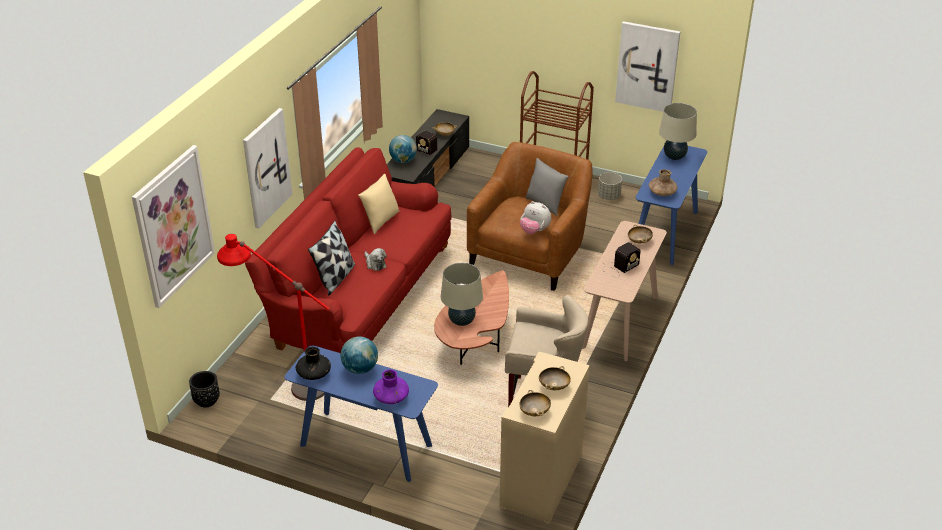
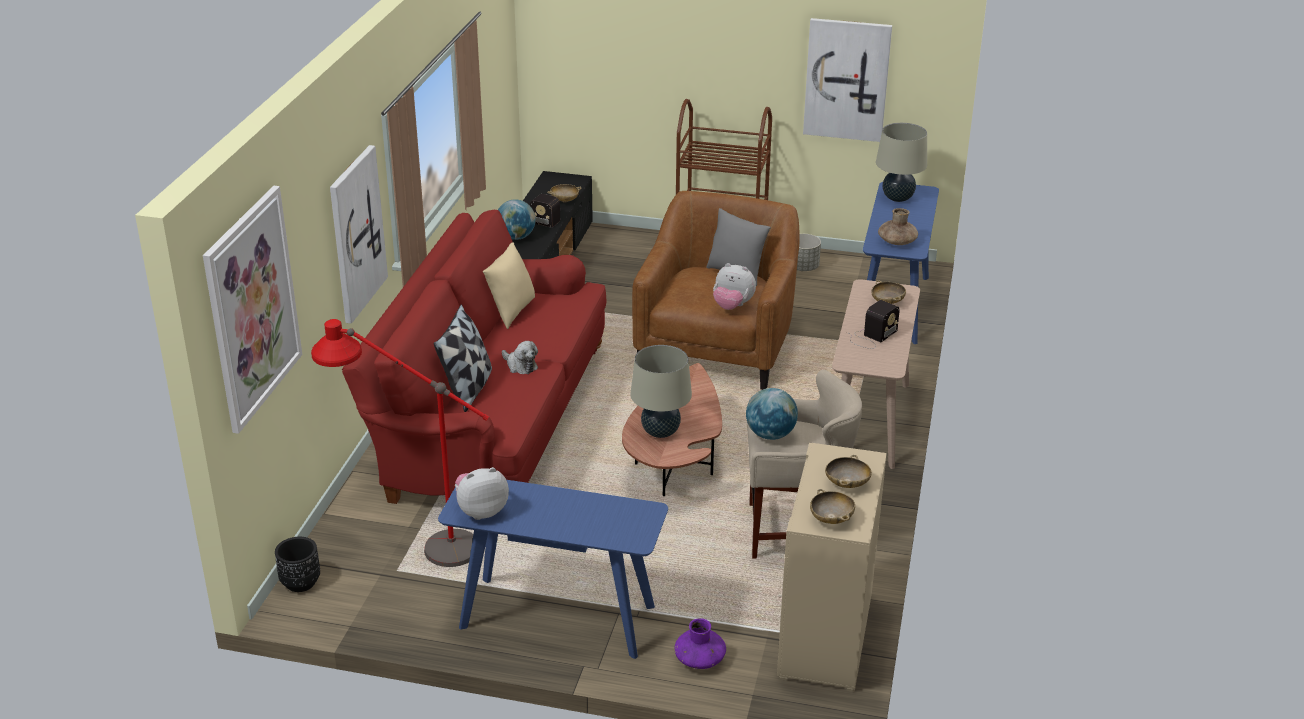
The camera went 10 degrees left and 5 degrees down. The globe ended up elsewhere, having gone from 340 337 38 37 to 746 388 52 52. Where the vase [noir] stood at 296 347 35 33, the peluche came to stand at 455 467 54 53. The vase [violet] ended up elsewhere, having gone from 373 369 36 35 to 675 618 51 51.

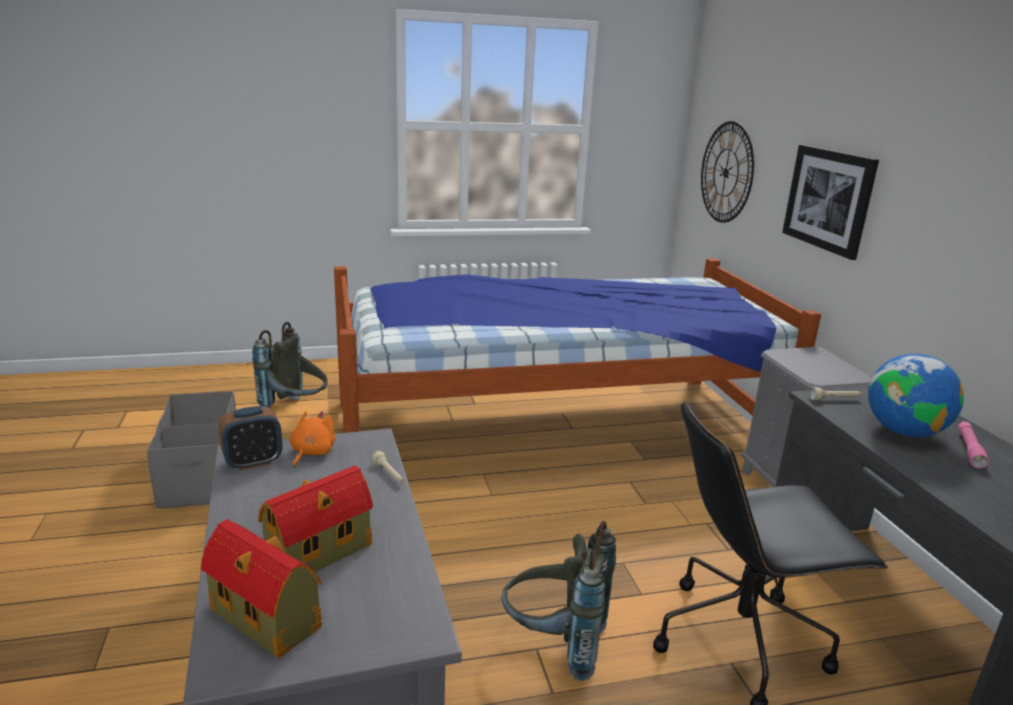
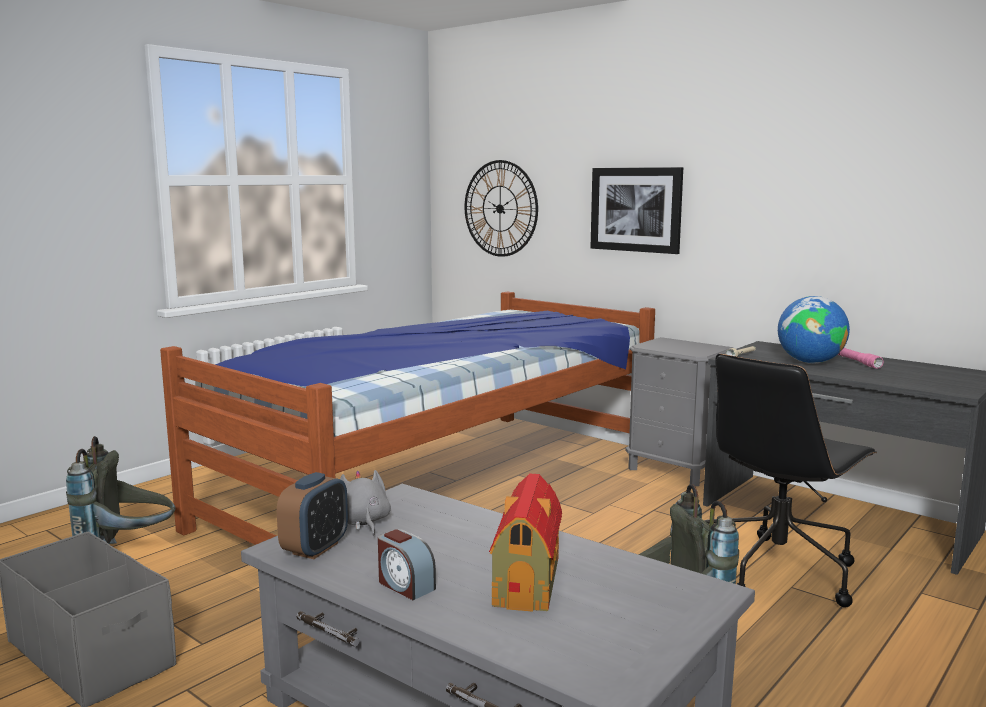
The camera went 35 degrees left and 10 degrees down. What was the peluche [orange] at 289 411 47 56 turned into the peluche [gris] at 340 470 51 66. The second view lost the lampe de poche [beige] at 372 451 32 32. The second view lost the maison miniature at 201 519 121 139. The second view gained the réveil at 378 529 58 71.

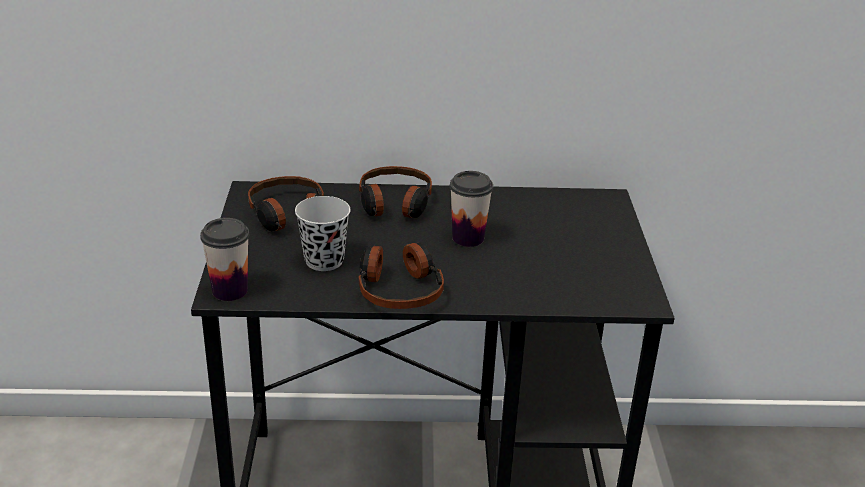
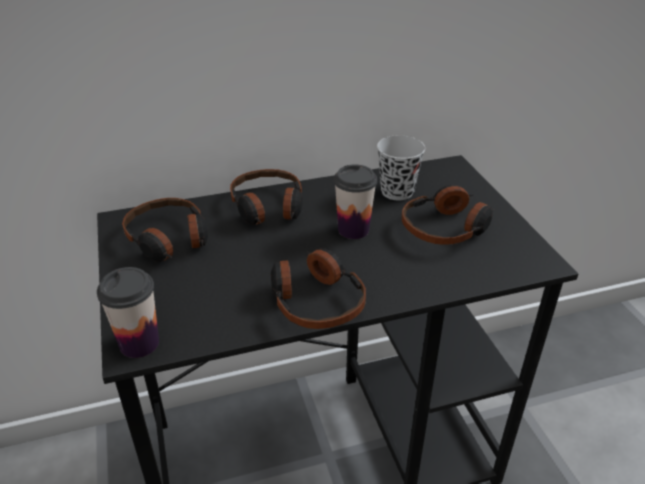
The camera went 15 degrees left and 5 degrees up. The tasse [noir] ended up elsewhere, having gone from 295 196 56 75 to 377 135 48 66. The second view gained the casque audio at 402 185 93 60.

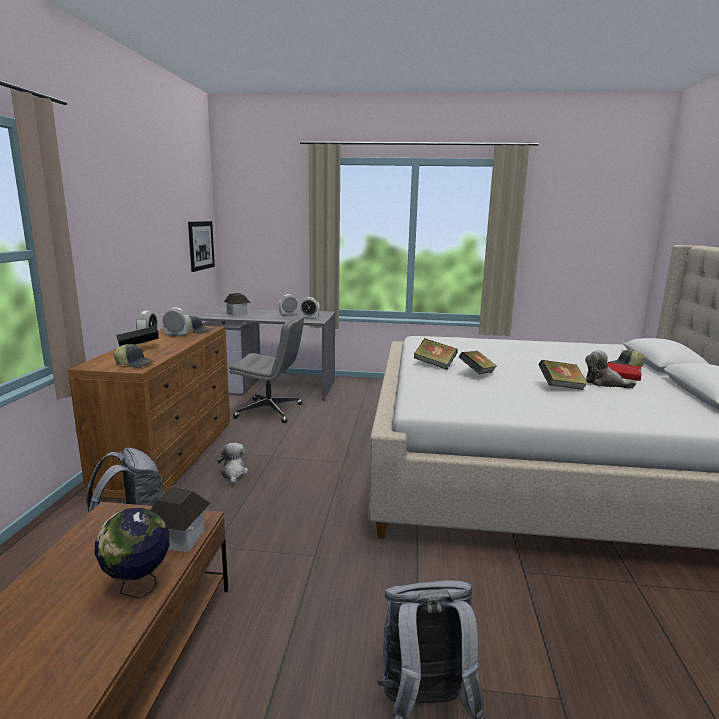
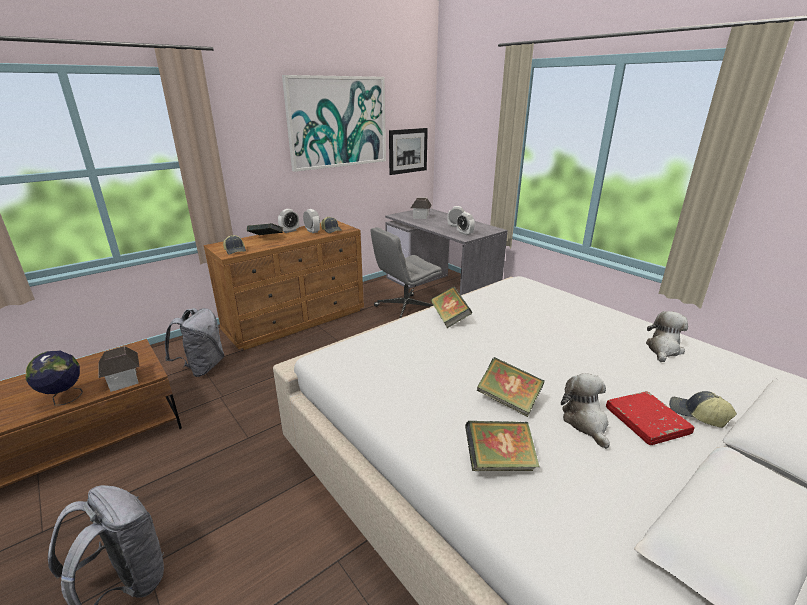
The camera went 45 degrees right and 10 degrees up. The chaise de bureau [gris] at 229 316 75 107 ended up facing another way, 90 degrees clockwise from before. The livre ended up elsewhere, having gone from 459 351 38 23 to 465 421 75 50. The peluche ended up elsewhere, having gone from 218 443 30 42 to 646 311 42 51. The second view gained the tableau at 282 75 104 97.

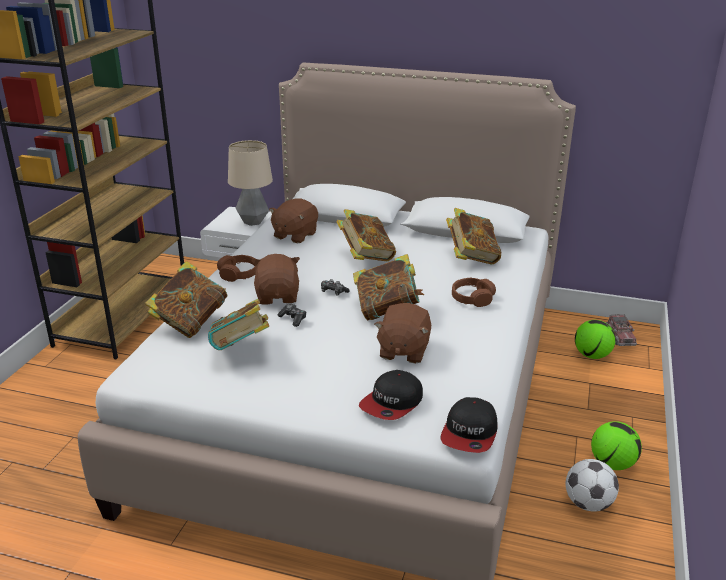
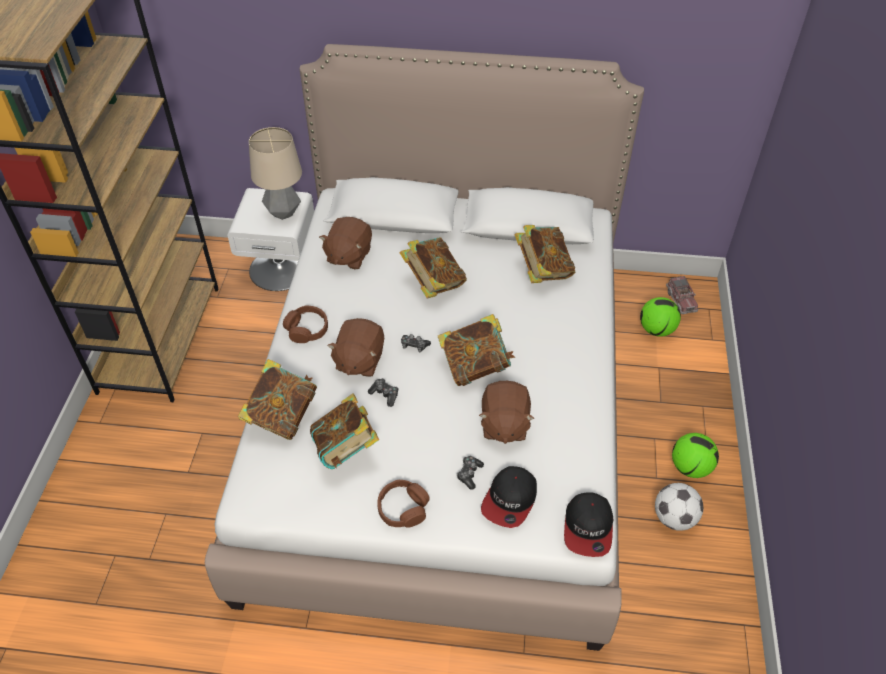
The camera went 10 degrees left and 20 degrees up. The peluche [marron] at 252 254 48 51 ended up facing another way, 150 degrees counterclockwise from before. The casque audio [marron] ended up elsewhere, having gone from 452 278 44 29 to 377 479 53 49. The second view gained the manette at 457 456 27 34.

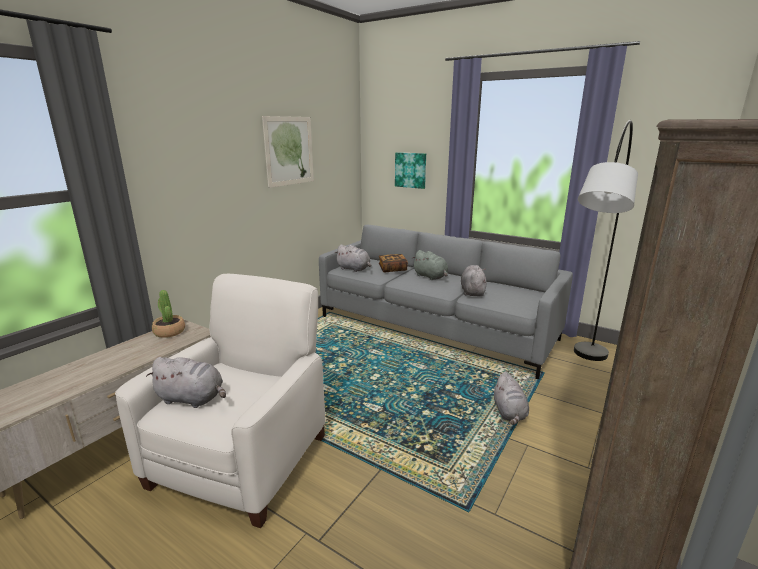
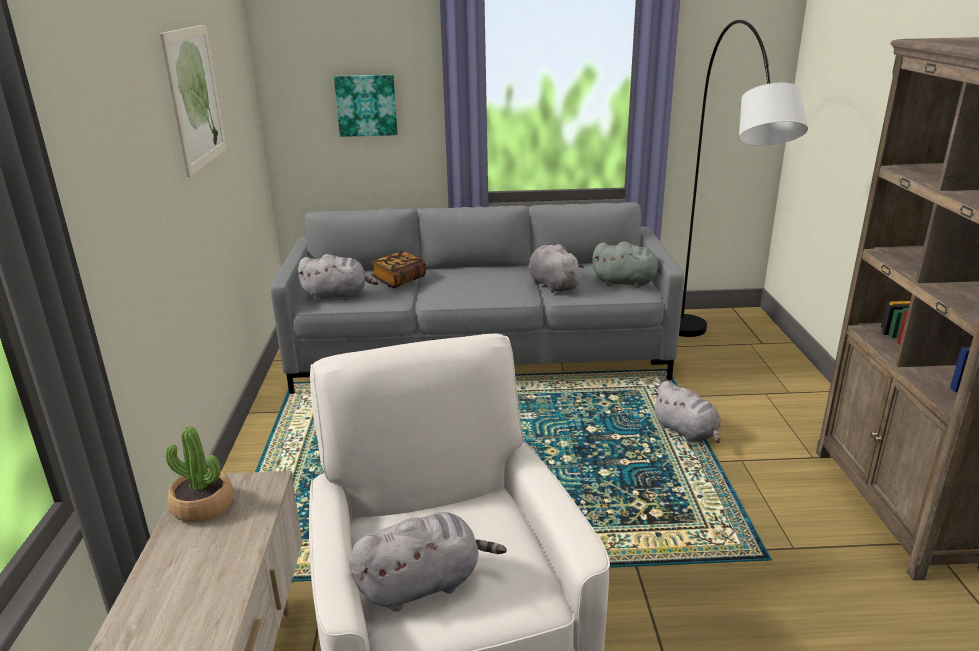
The camera went 35 degrees left and 5 degrees up. The peluche [gris] ended up elsewhere, having gone from 412 250 36 30 to 592 242 70 46.

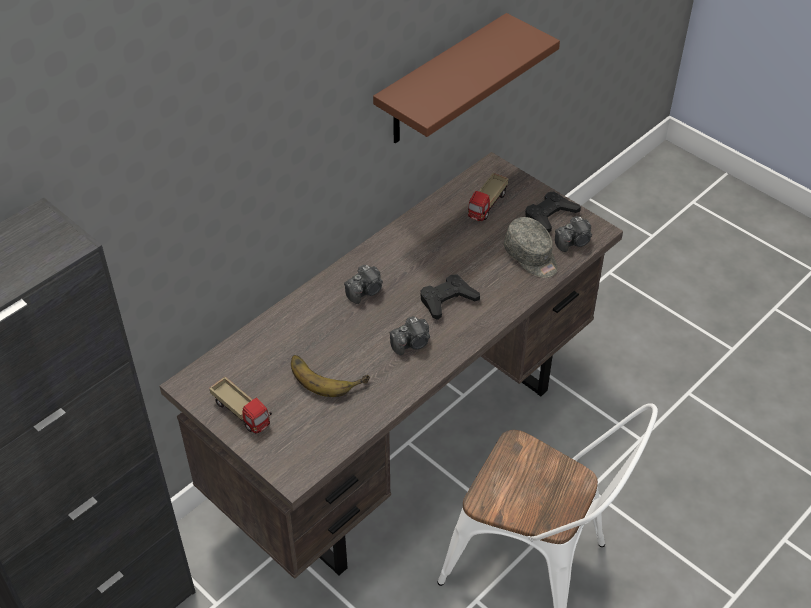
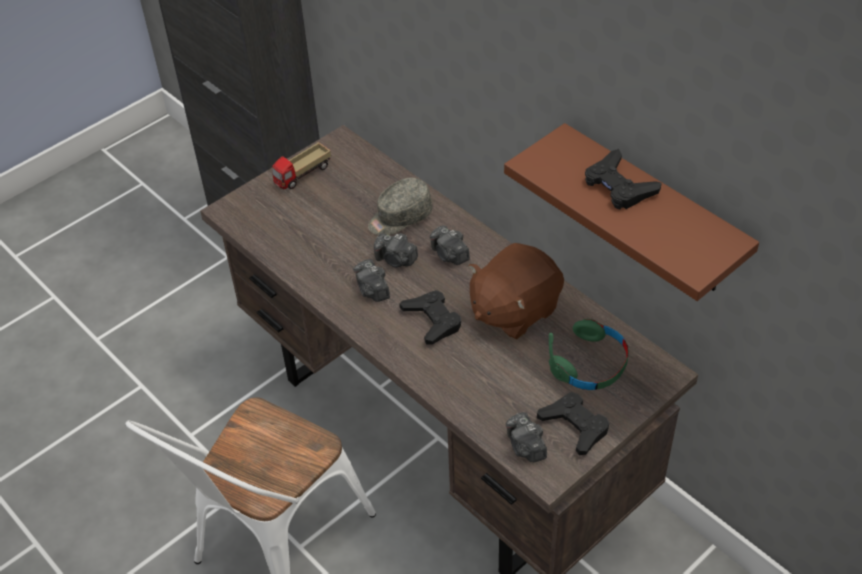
The camera went 95 degrees right and 0 degrees up. Where the camion jouet stood at 468 173 41 48, the casque audio [vert] came to stand at 549 318 80 72. The casquette [gris] ended up elsewhere, having gone from 504 217 54 61 to 368 178 65 57. The second view lost the banane at 291 355 79 42. The second view gained the manette [noir] at 585 149 77 61. The second view gained the appareil photo at 374 234 44 33. The second view gained the peluche [marron] at 468 243 96 96.

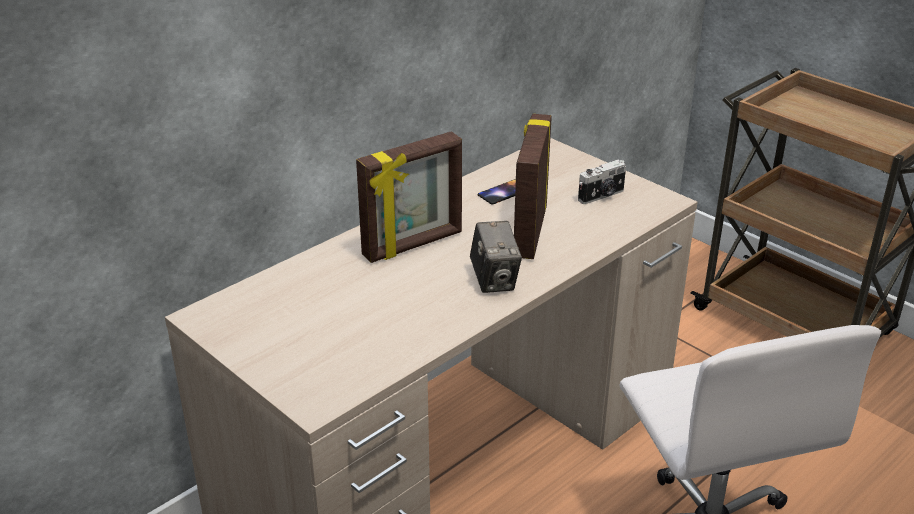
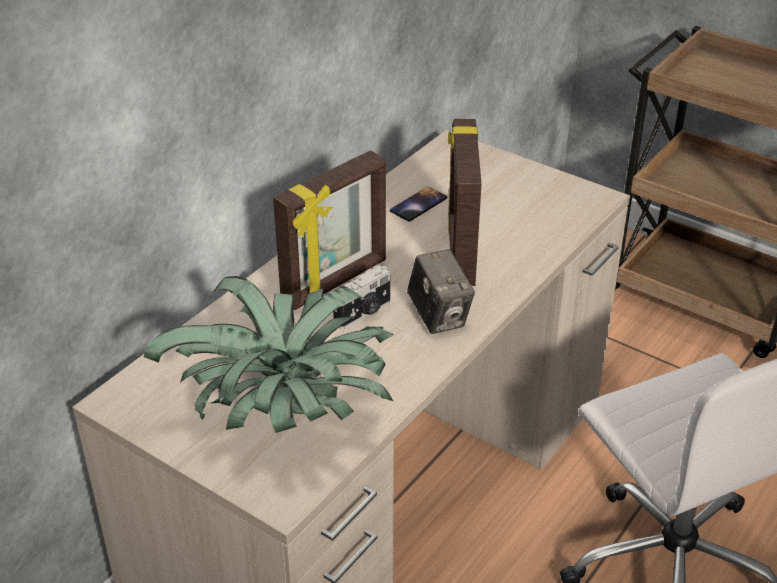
The camera went 10 degrees left and 5 degrees up. The appareil photo ended up elsewhere, having gone from 578 160 48 44 to 333 265 58 64. The second view gained the plante en pot at 144 276 250 157.

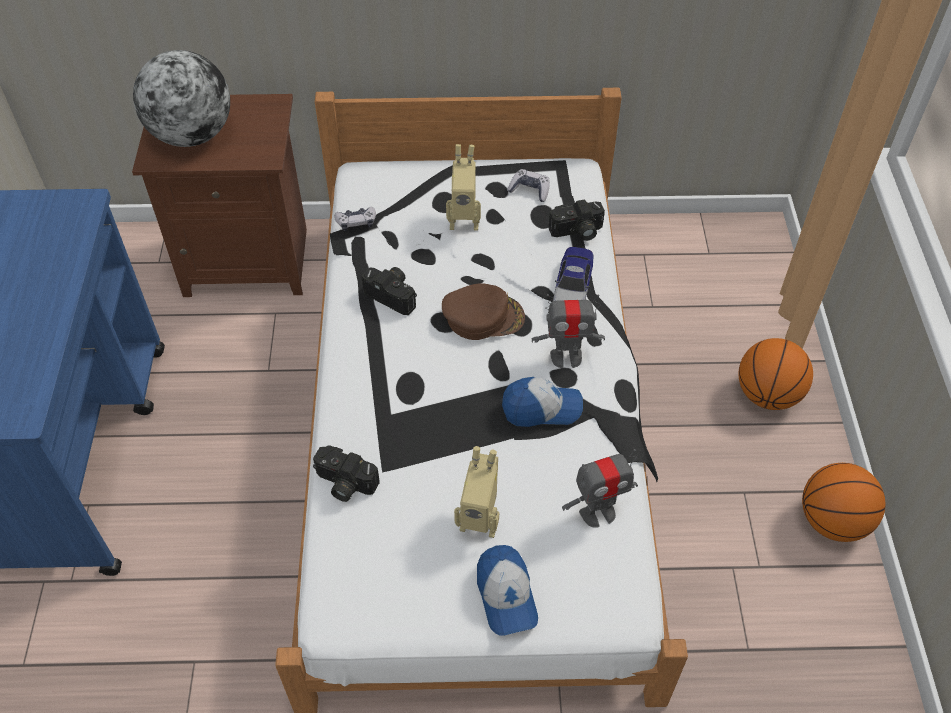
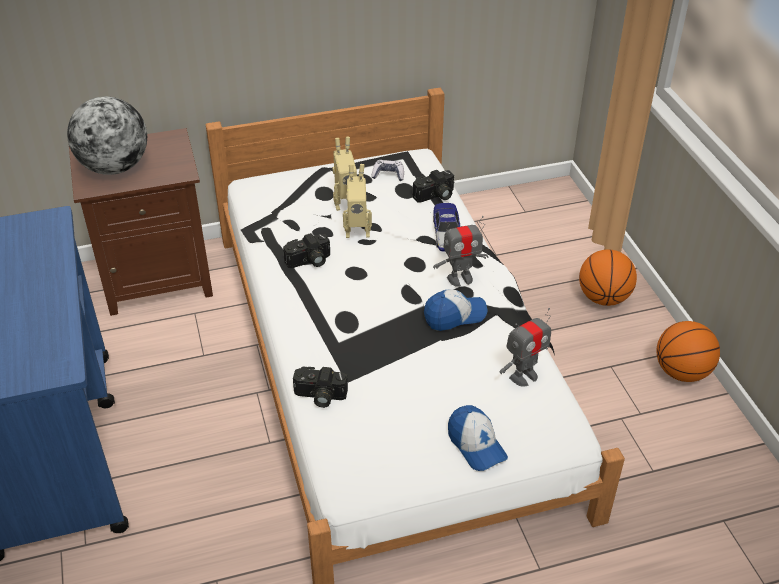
The camera went 15 degrees left and 10 degrees down. The second view lost the manette at 334 207 42 24. The appareil photo at 361 267 56 48 ended up facing another way, 135 degrees clockwise from before. The second view lost the casquette [marron] at 442 283 83 57. The robot jouet ended up elsewhere, having gone from 454 446 45 92 to 343 164 29 74.

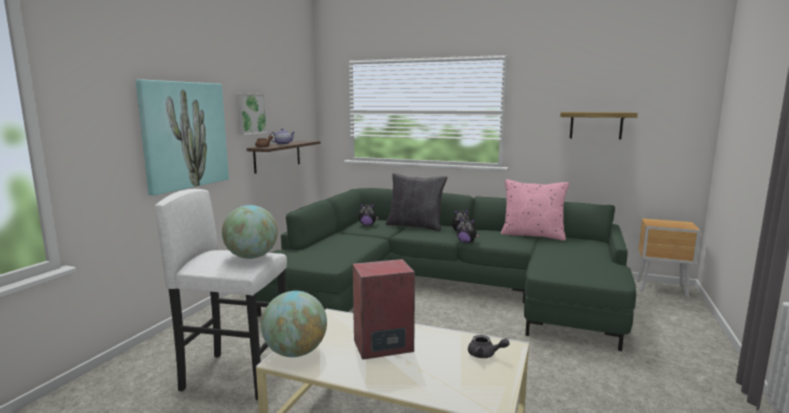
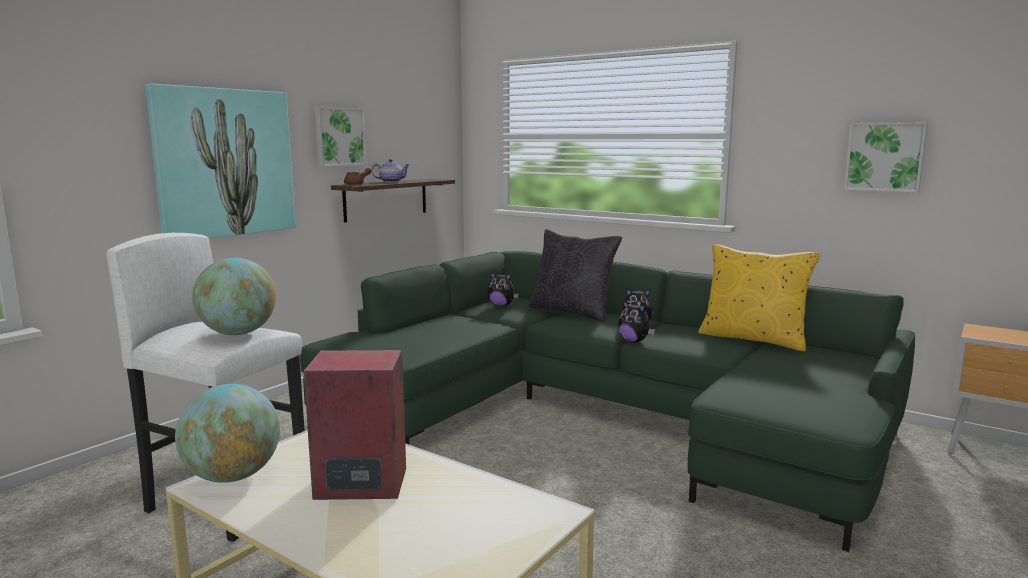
The camera went 15 degrees right and 0 degrees up. Where the étagère hung at 560 112 78 28, the tableau came to hang at 844 122 84 71. What was the coussin [rose] at 501 179 68 62 turned into the coussin [jaune] at 698 244 122 107. The second view lost the théière [gris] at 468 335 41 23.

